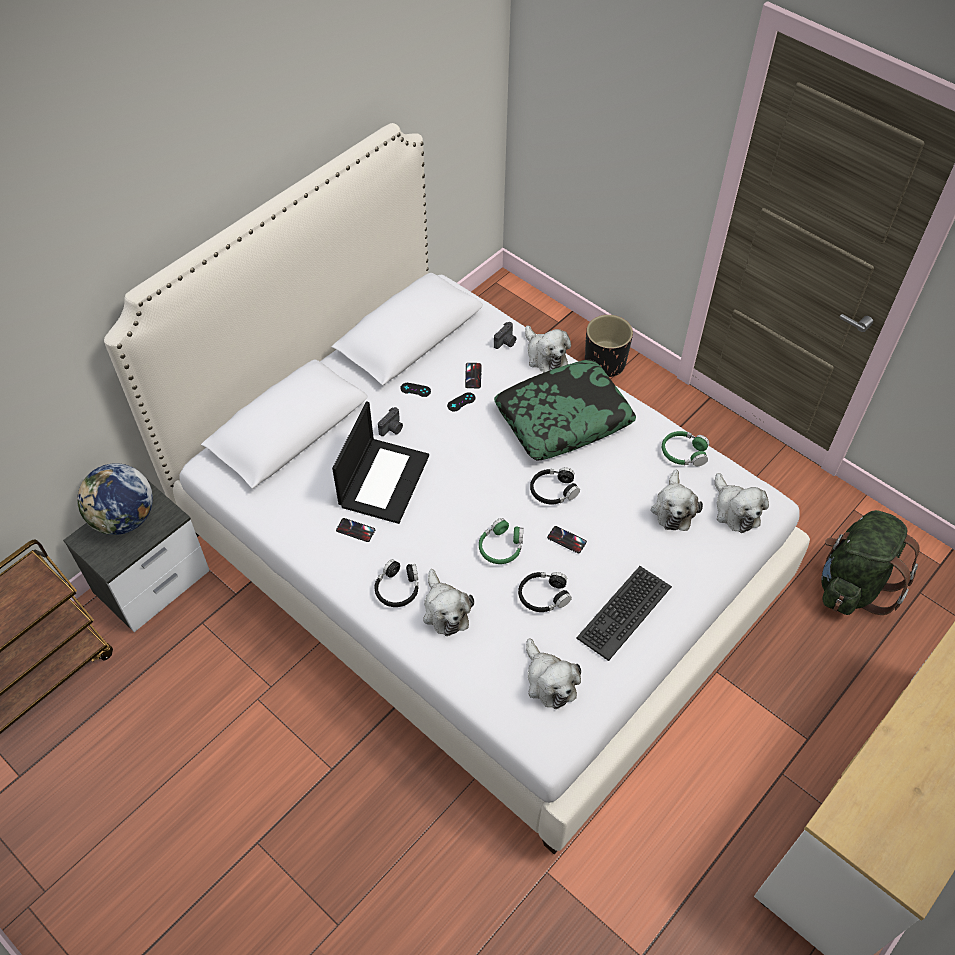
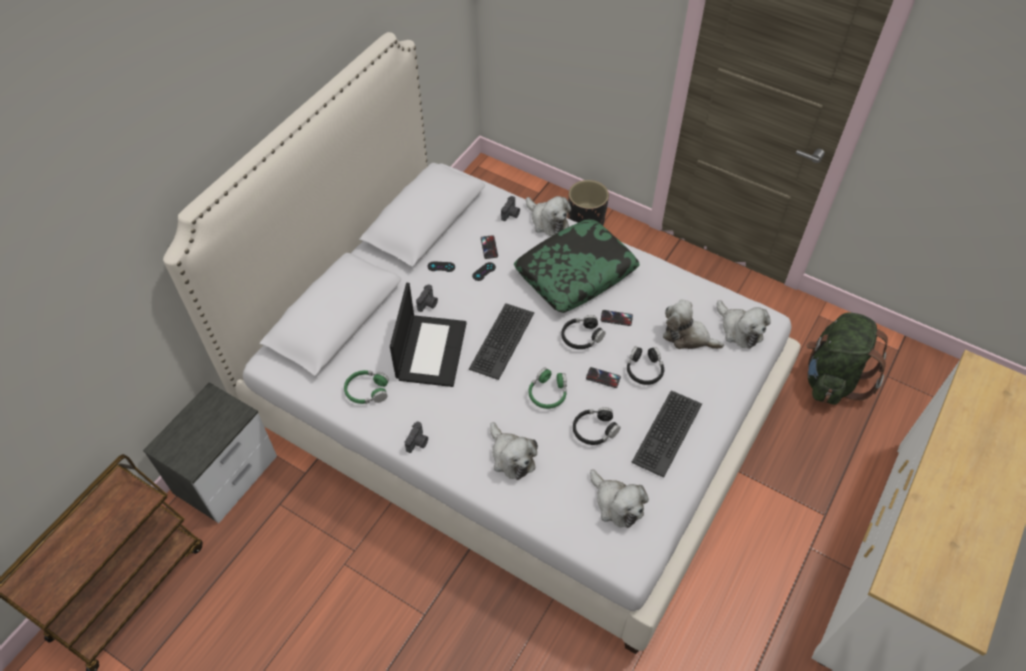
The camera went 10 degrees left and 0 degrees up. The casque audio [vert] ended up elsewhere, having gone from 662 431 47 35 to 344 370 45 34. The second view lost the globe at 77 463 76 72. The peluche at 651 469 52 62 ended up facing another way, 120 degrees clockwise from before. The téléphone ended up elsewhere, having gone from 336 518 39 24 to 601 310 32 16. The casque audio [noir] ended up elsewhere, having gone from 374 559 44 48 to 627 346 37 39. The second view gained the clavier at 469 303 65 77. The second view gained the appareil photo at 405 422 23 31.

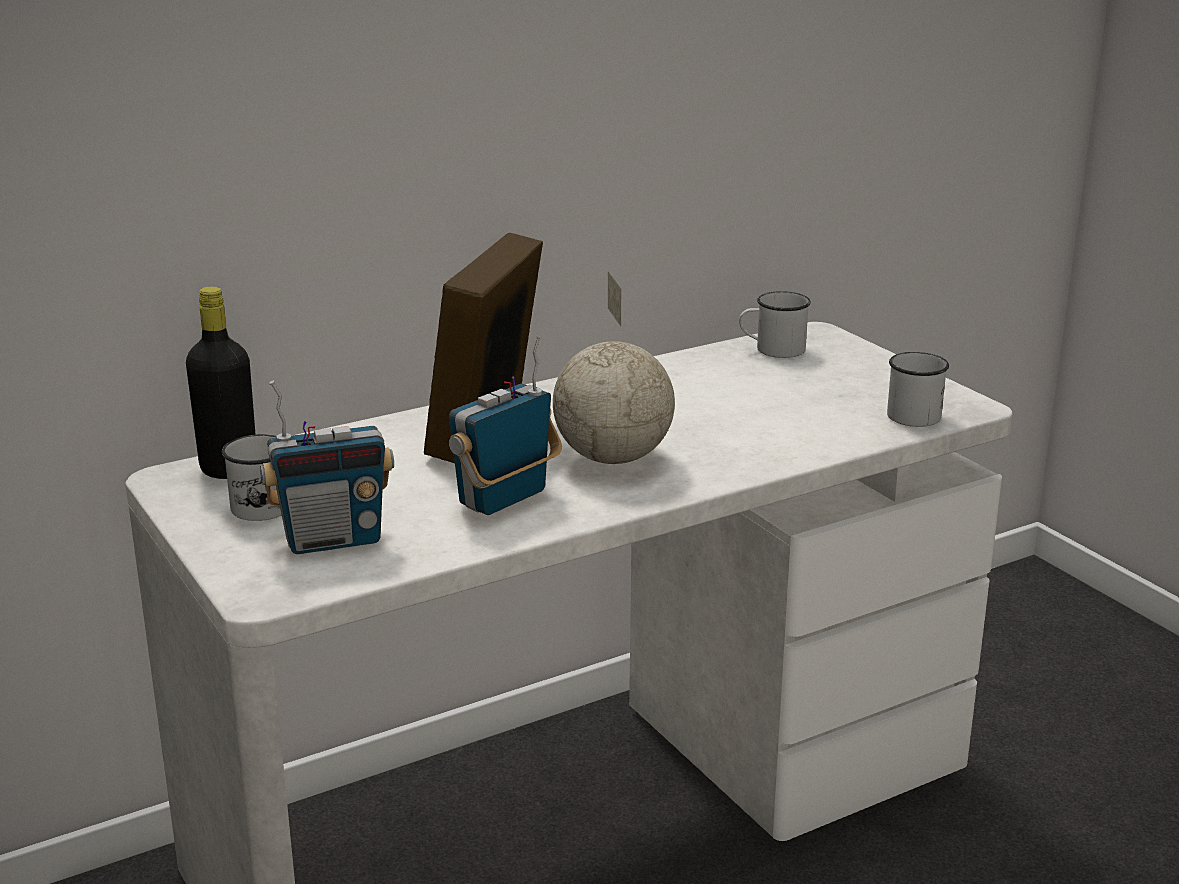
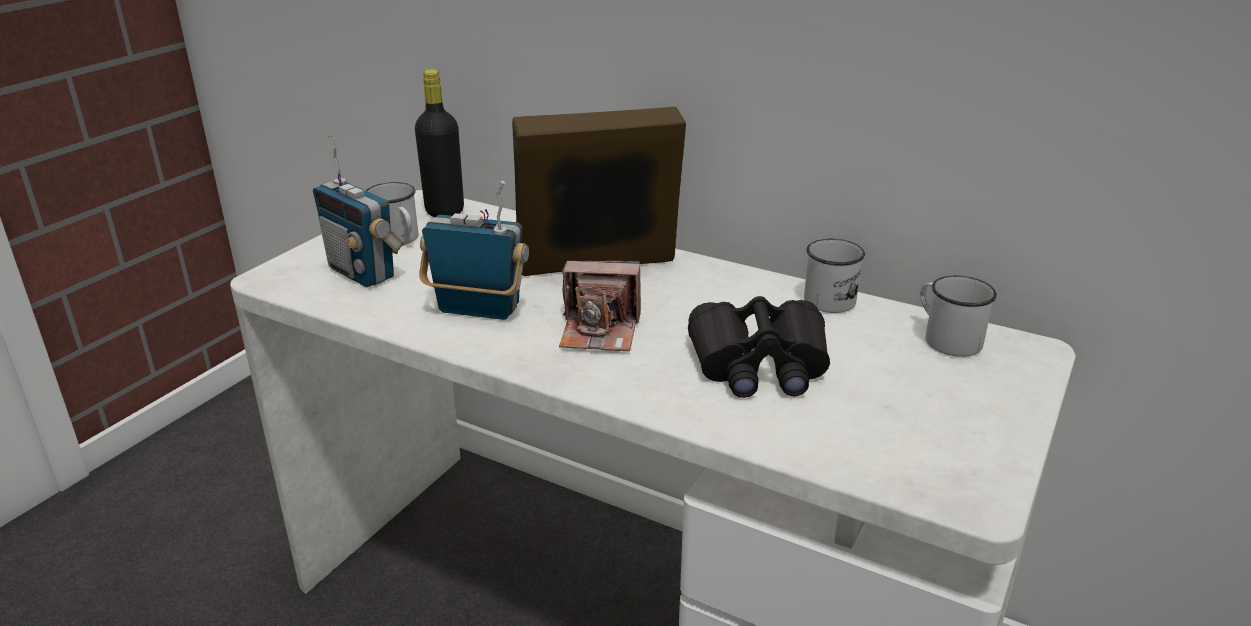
The camera went 60 degrees right and 5 degrees up. Where the globe stood at 553 272 122 192, the appareil photo came to stand at 559 261 82 90. The mug [blanc] ended up elsewhere, having gone from 887 352 62 75 to 804 239 61 74. The second view gained the jumelles [noir] at 688 296 142 102.

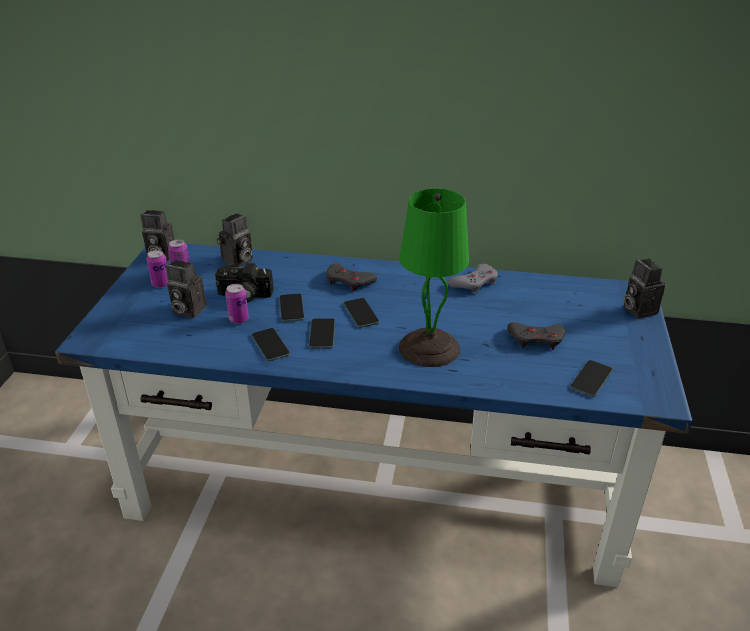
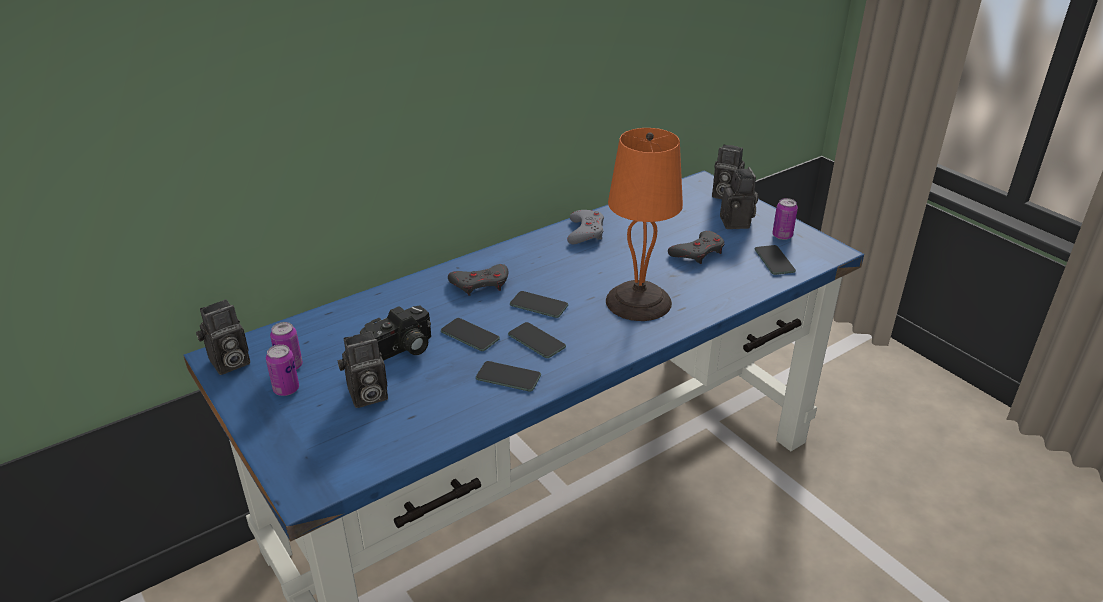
The camera went 45 degrees left and 0 degrees up. What was the lampe de table [vert] at 399 188 70 179 turned into the lampe de table [orange] at 606 128 77 193. The appareil photo ended up elsewhere, having gone from 217 213 36 54 to 720 167 38 62. The boîte métallique ended up elsewhere, having gone from 225 284 24 40 to 772 198 26 42.

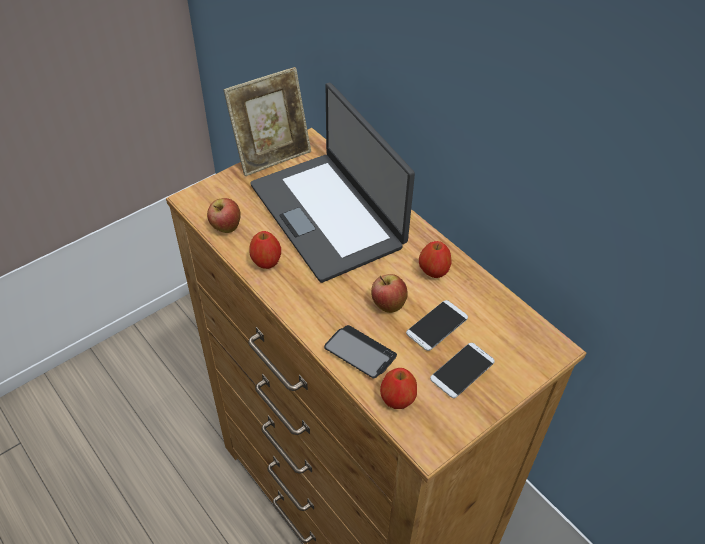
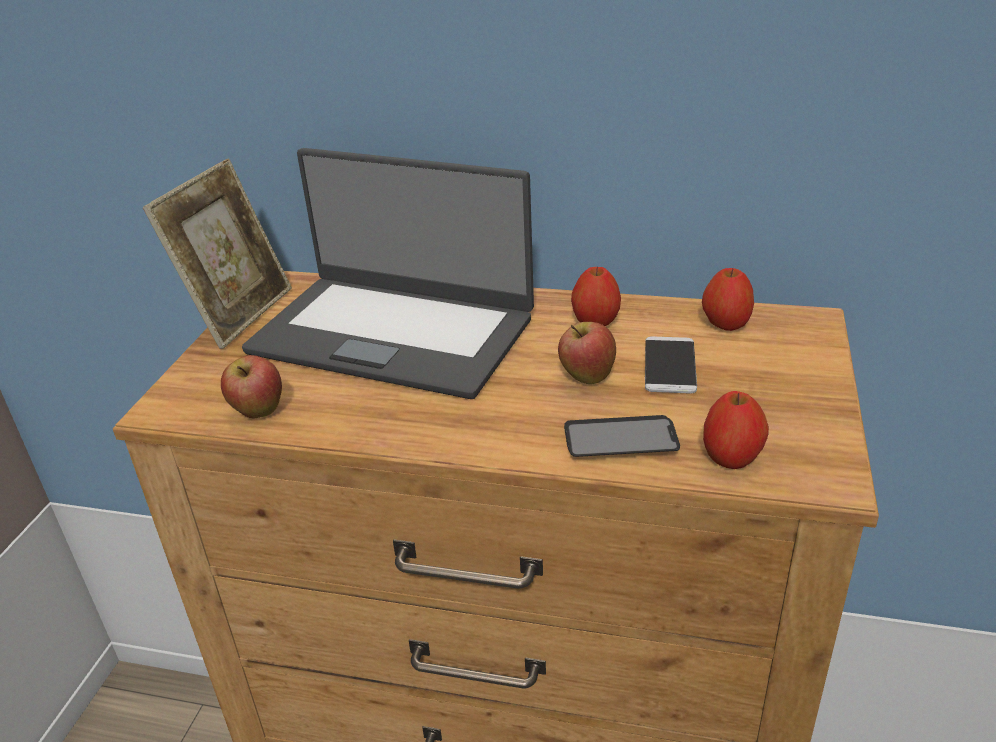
The camera went 35 degrees left and 15 degrees down. The pomme ended up elsewhere, having gone from 249 231 32 38 to 702 268 52 63. The second view lost the téléphone at 430 343 65 55.

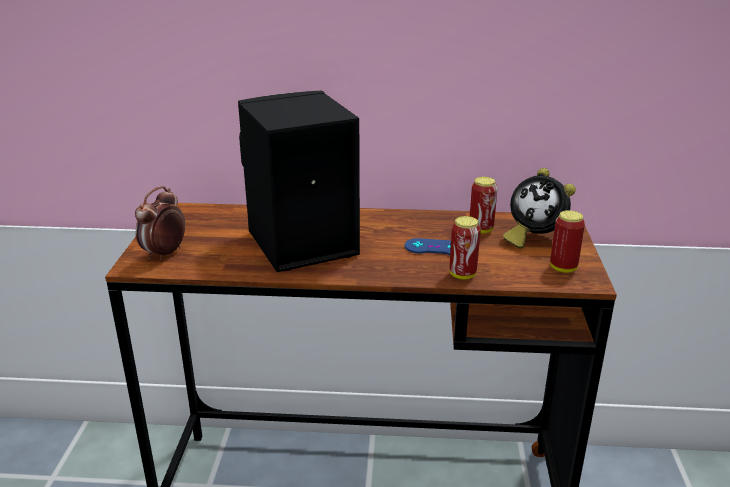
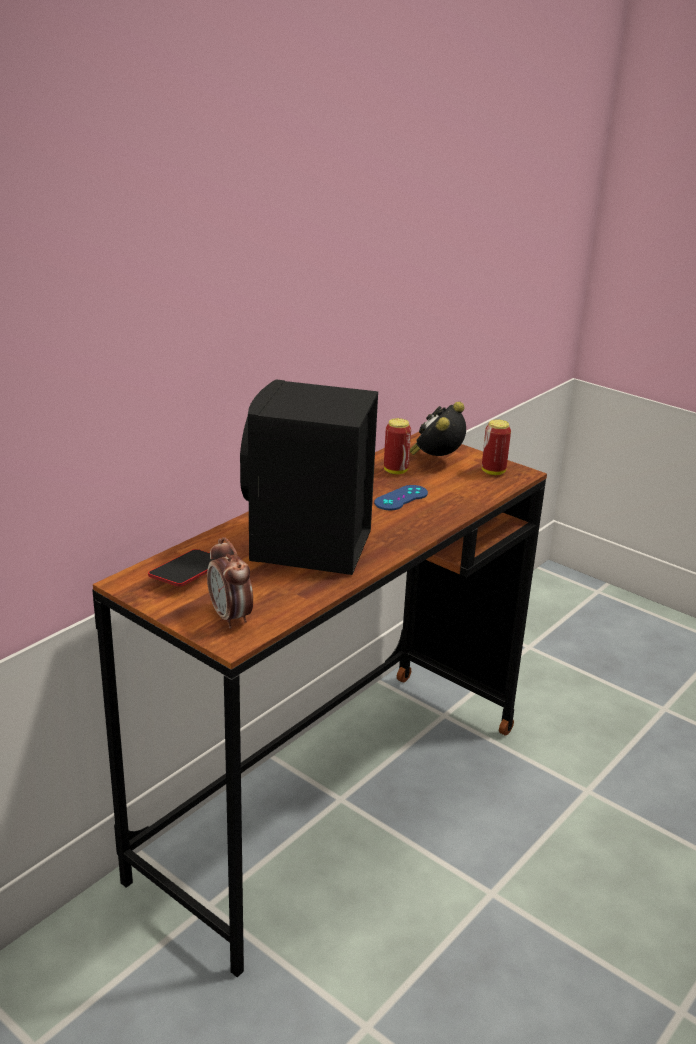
The camera went 55 degrees left and 0 degrees up. The réveil at 503 168 73 81 ended up facing another way, 135 degrees clockwise from before. The second view lost the boîte métallique at 449 216 32 63. The second view gained the téléphone at 148 549 70 37.

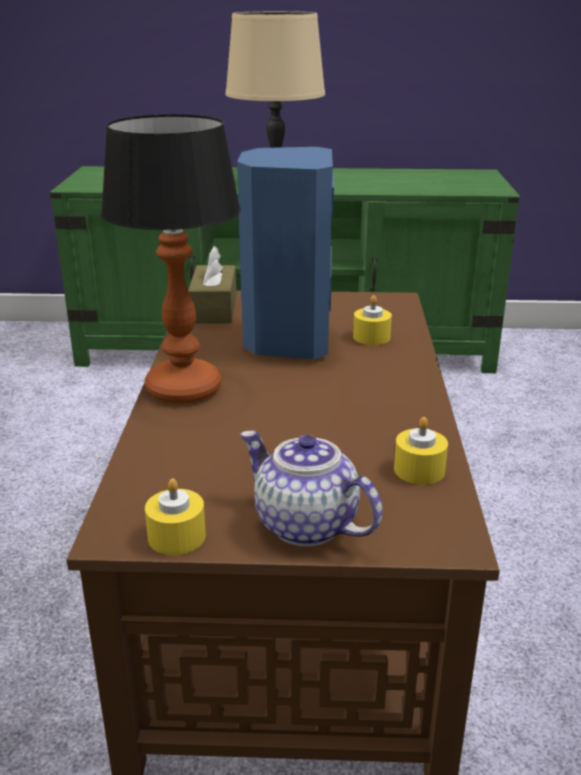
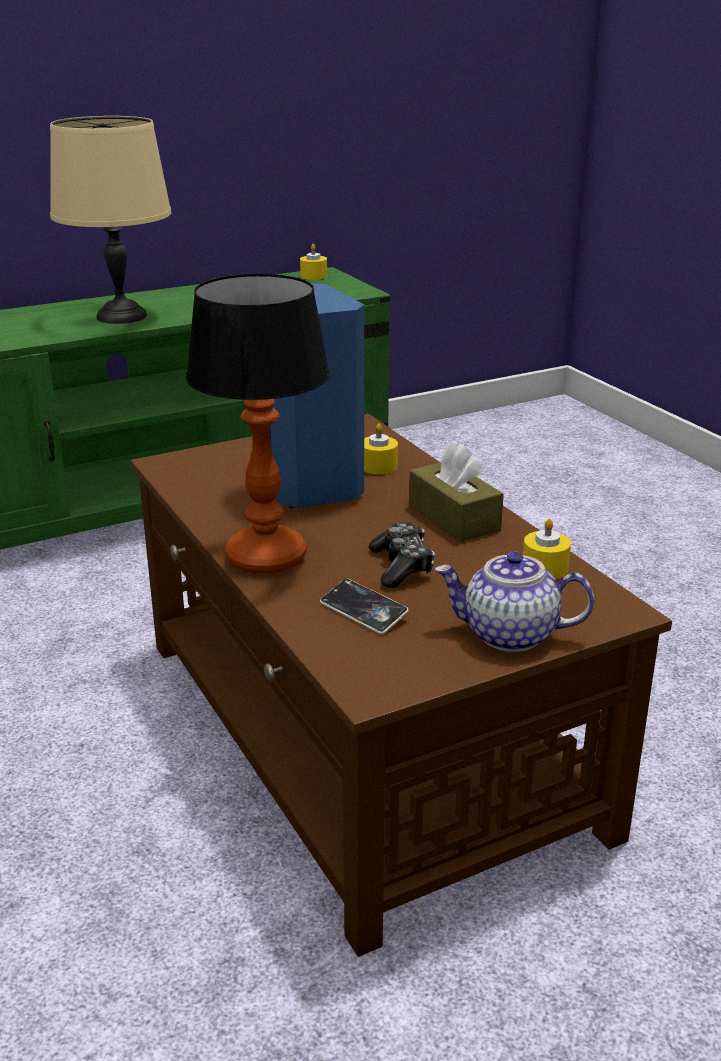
The camera went 30 degrees left and 0 degrees up. The boîte à mouchoirs [marron] ended up elsewhere, having gone from 188 246 48 78 to 409 443 95 99. The bougie [jaune] ended up elsewhere, having gone from 145 478 61 77 to 300 244 27 36. The second view gained the manette at 369 522 66 66. The second view gained the téléphone at 320 579 89 55.

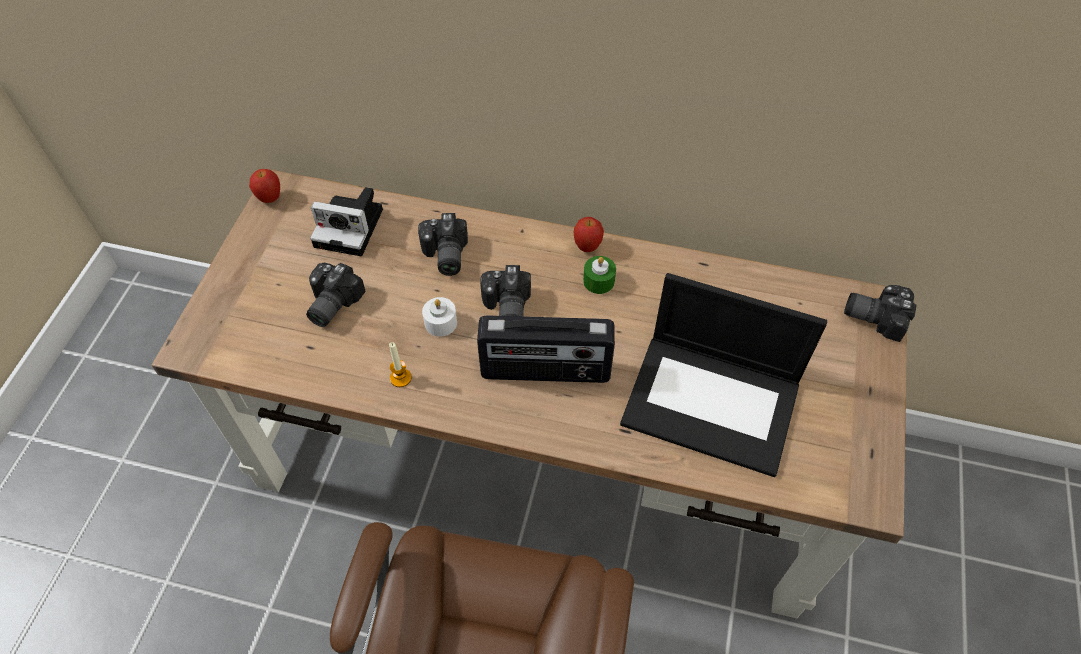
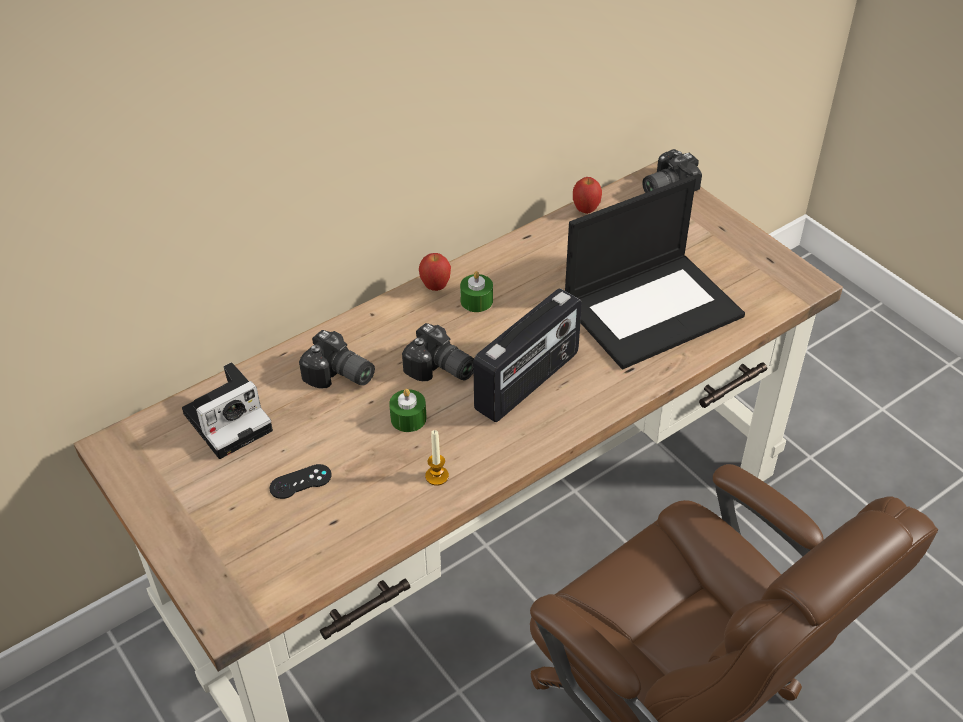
The camera went 50 degrees left and 10 degrees down. The pomme ended up elsewhere, having gone from 249 169 31 34 to 573 177 29 37. Where the appareil photo stood at 306 263 60 64, the manette [noir] came to stand at 269 464 63 35. What was the bougie [blanc] at 422 297 35 40 turned into the bougie [vert] at 389 389 38 43.

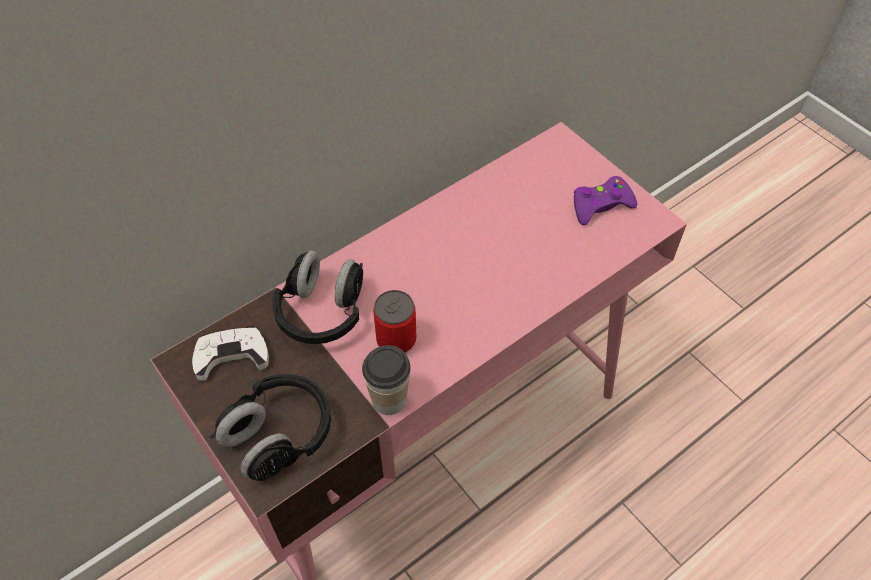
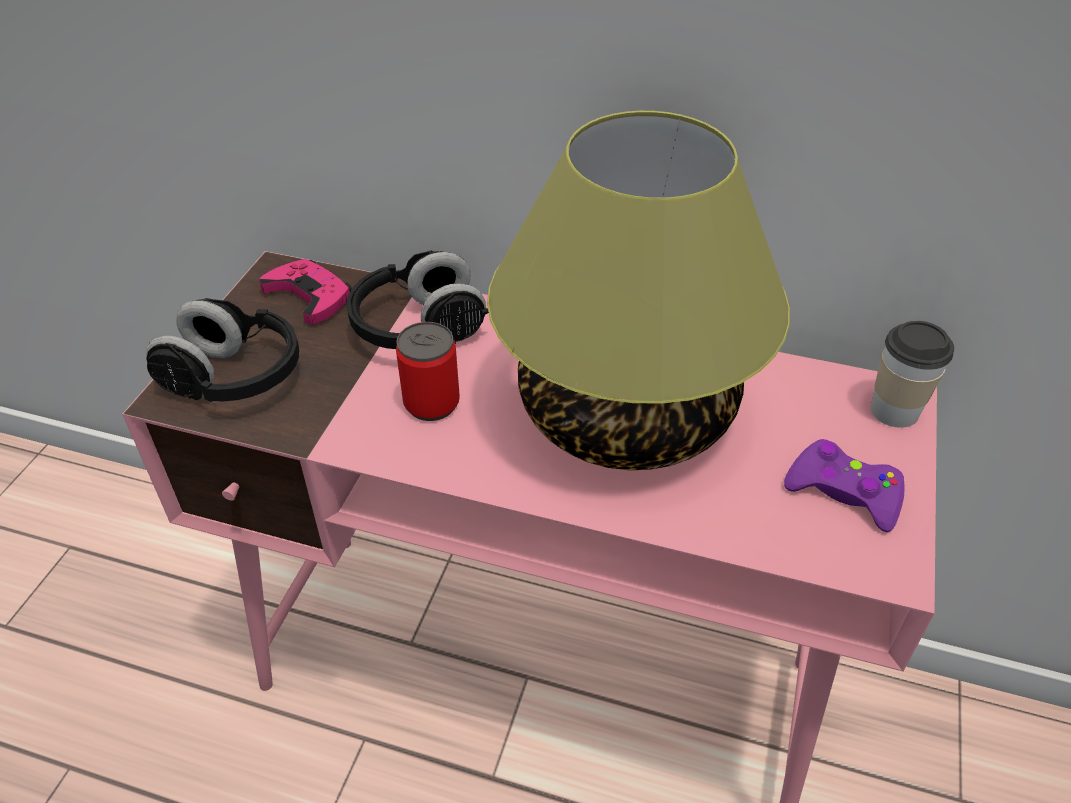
The camera went 55 degrees right and 10 degrees down. What was the manette [blanc] at 192 326 77 55 turned into the manette [rose] at 259 259 93 65. The tasse ended up elsewhere, having gone from 362 345 49 70 to 871 321 83 107. The second view gained the lampe de table at 487 111 303 359.

